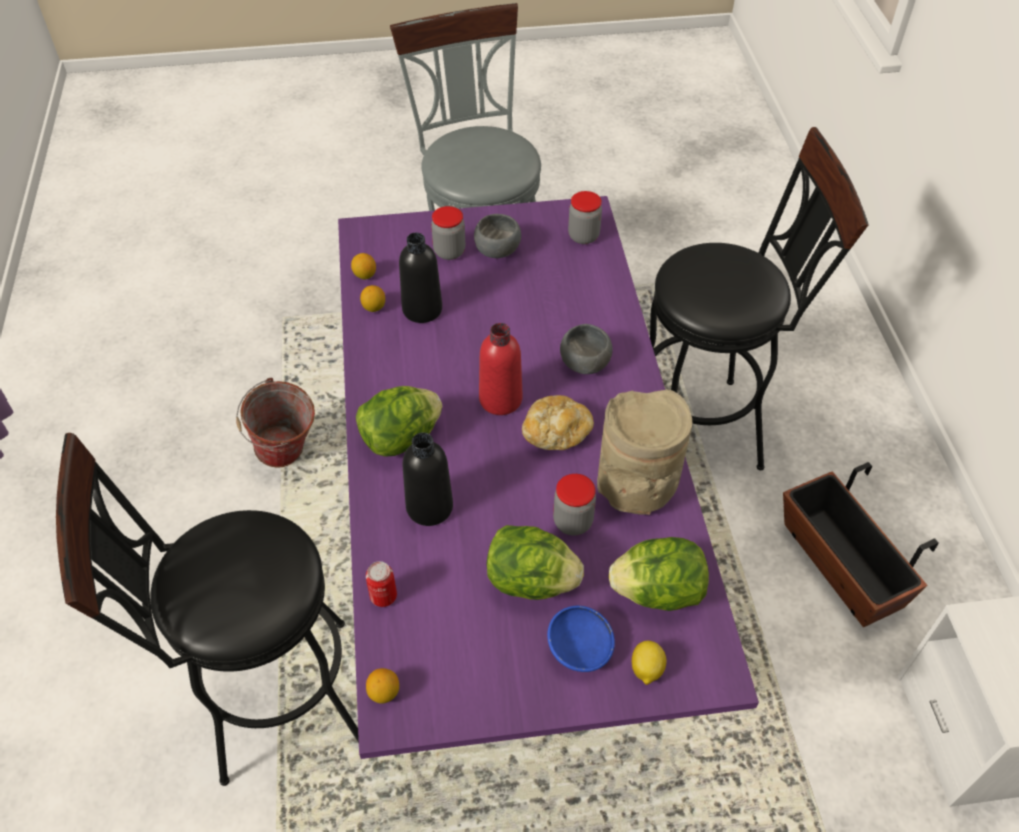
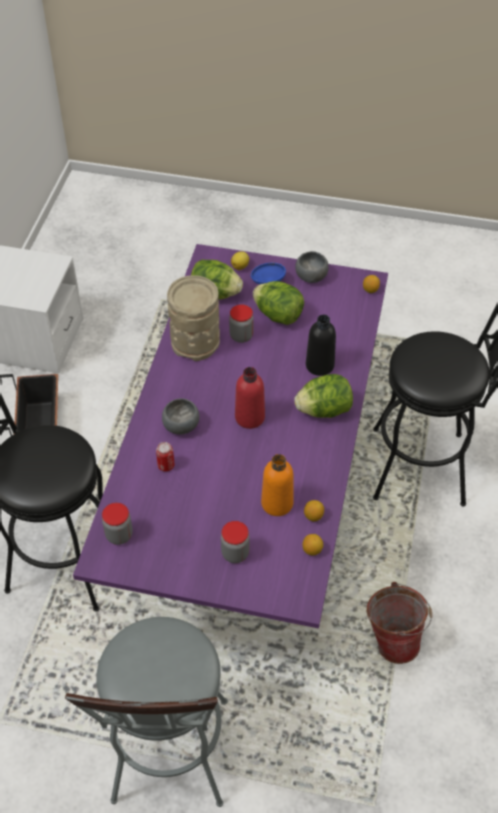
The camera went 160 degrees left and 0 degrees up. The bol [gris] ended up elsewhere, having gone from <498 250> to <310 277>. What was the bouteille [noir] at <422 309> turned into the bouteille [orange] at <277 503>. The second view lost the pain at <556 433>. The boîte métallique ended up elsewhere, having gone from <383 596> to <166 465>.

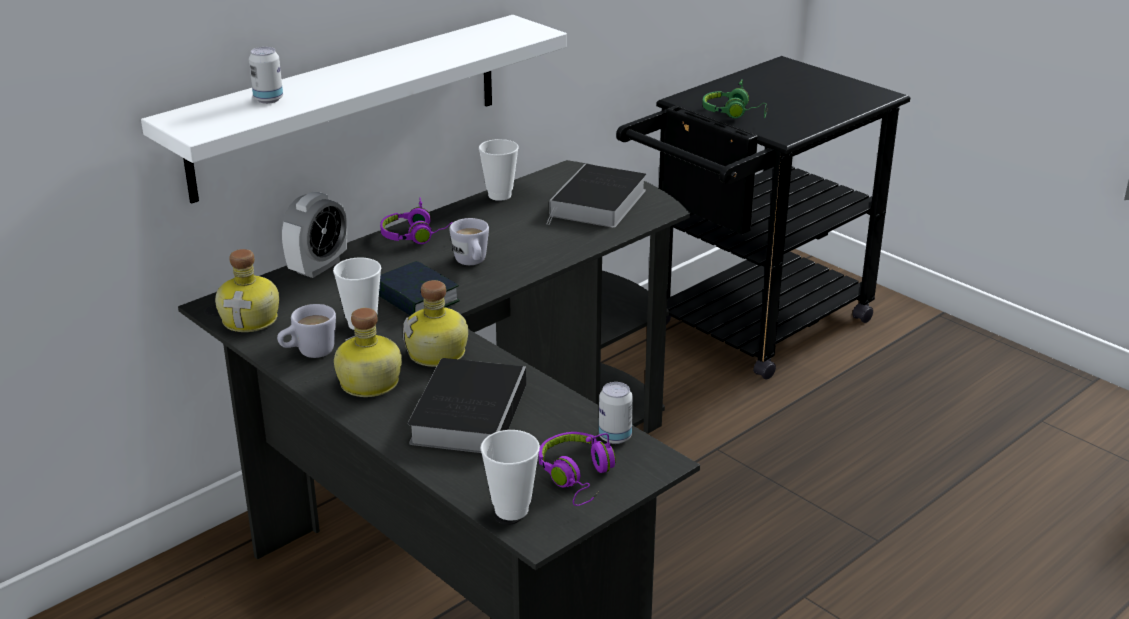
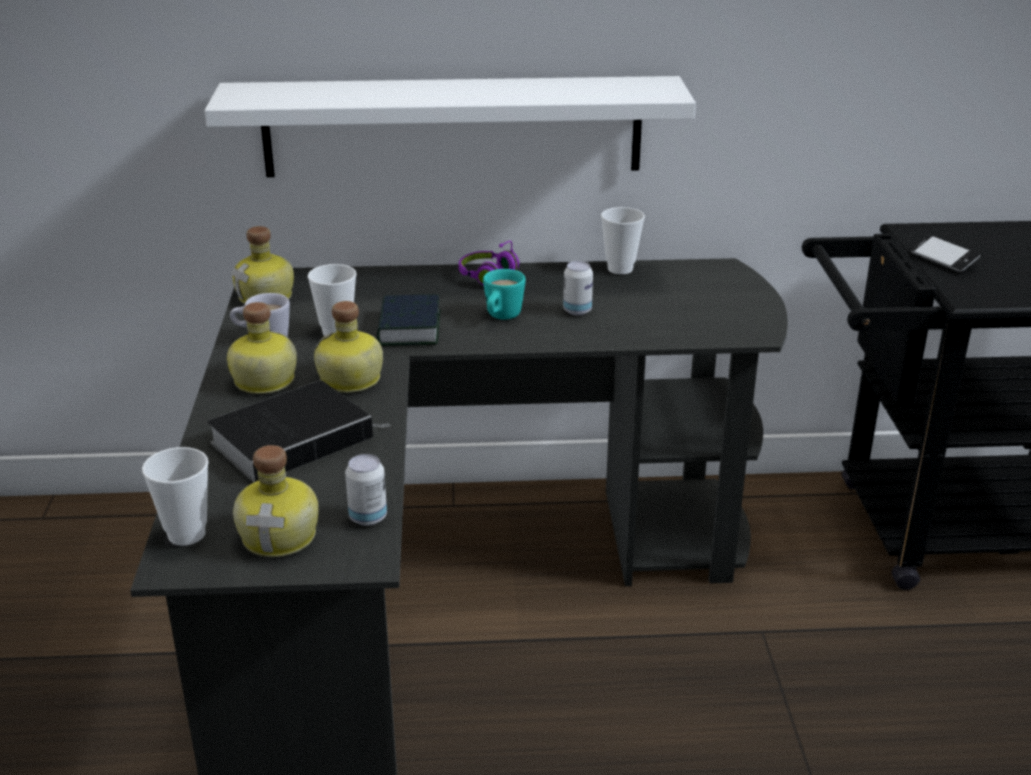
The camera went 40 degrees right and 0 degrees up. The boîte métallique ended up elsewhere, having gone from <268 99> to <577 311>. Where the casque audio [vert] stood at <734 113>, the téléphone came to stand at <944 259>. The second view lost the livre at <598 204>. The second view lost the réveil at <318 267>. What was the mug [blanc] at <472 263> turned into the mug [turquoise] at <501 317>. Where the casque audio [violet] stood at <578 477>, the bouteille came to stand at <281 536>.

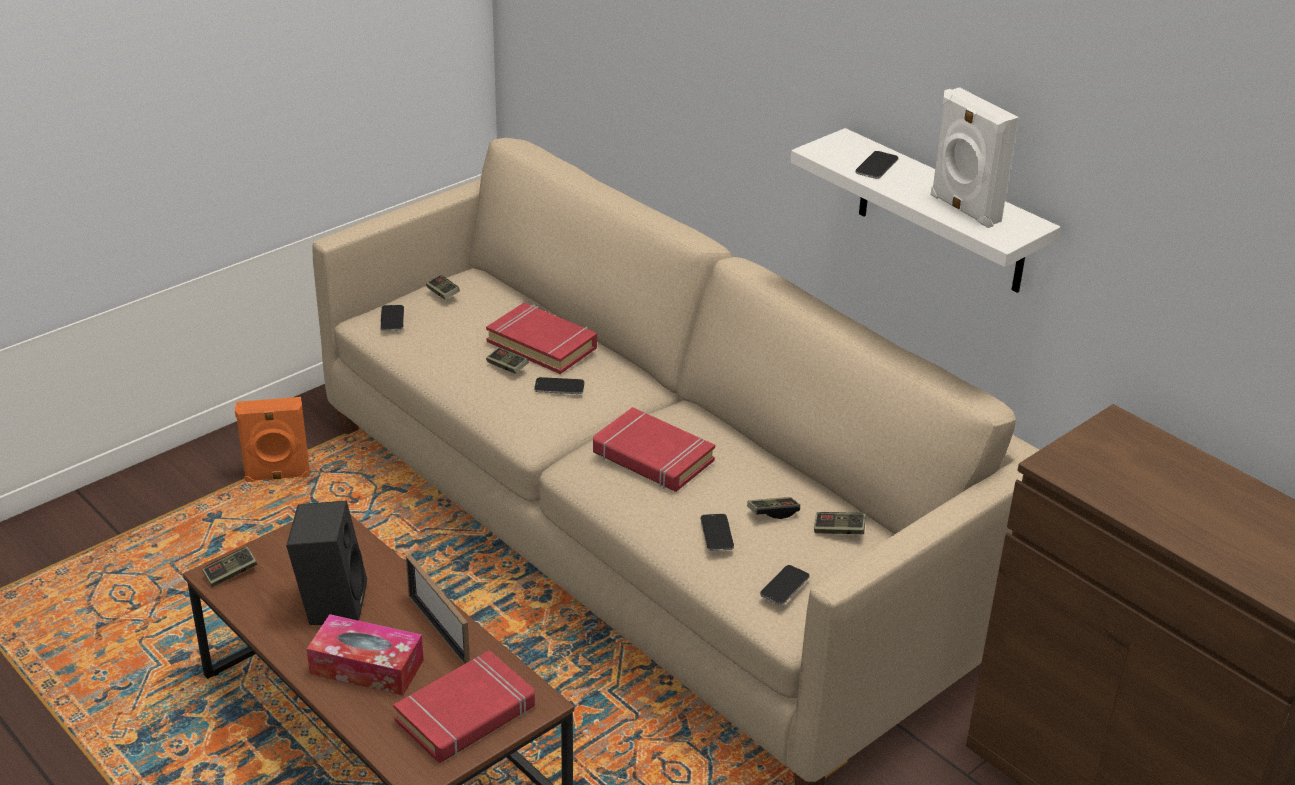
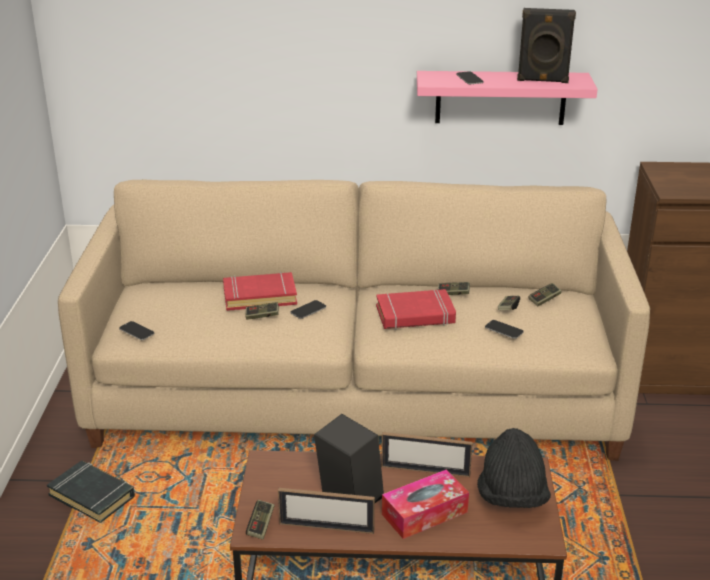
The camera went 45 degrees left and 5 degrees down. What was the enceinte [blanc] at <963 209> turned into the enceinte [noir] at <542 80>. What was the étagère [blanc] at <942 213> turned into the étagère [rose] at <500 97>. The manette ended up elsewhere, having gone from <443 294> to <453 293>. Where the enceinte [orange] stood at <277 476>, the livre [noir] came to stand at <92 496>. The second view lost the téléphone at <784 586>. Where the livre [rouge] stood at <466 714>, the chapeau [noir] came to stand at <511 497>. The second view gained the cadre photo at <326 527>.

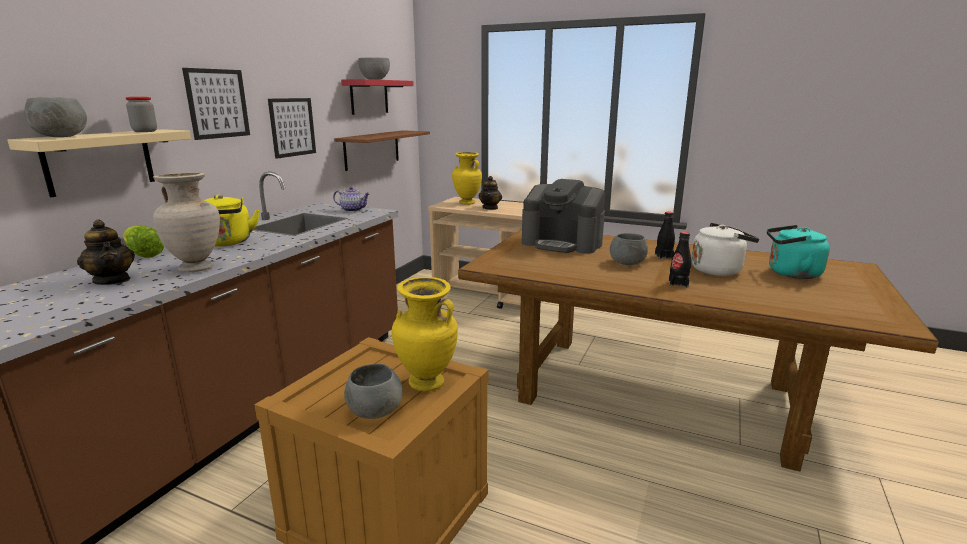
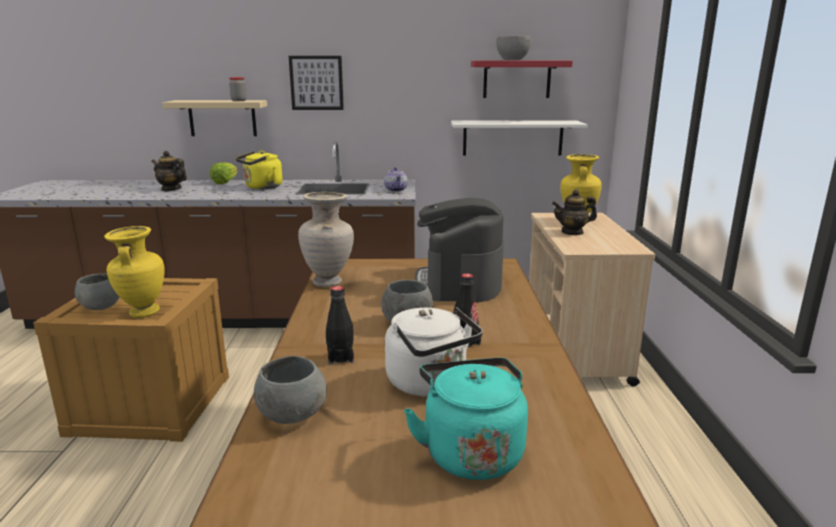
The camera went 65 degrees right and 0 degrees up. The bol [gris] ended up elsewhere, having gone from <61 137> to <291 415>. The second view lost the tableau at <292 127>. What was the étagère [marron] at <372 149> turned into the étagère [blanc] at <512 138>. The vase [beige] ended up elsewhere, having gone from <197 268> to <328 283>. The théière at <112 280> ended up facing another way, 90 degrees clockwise from before.

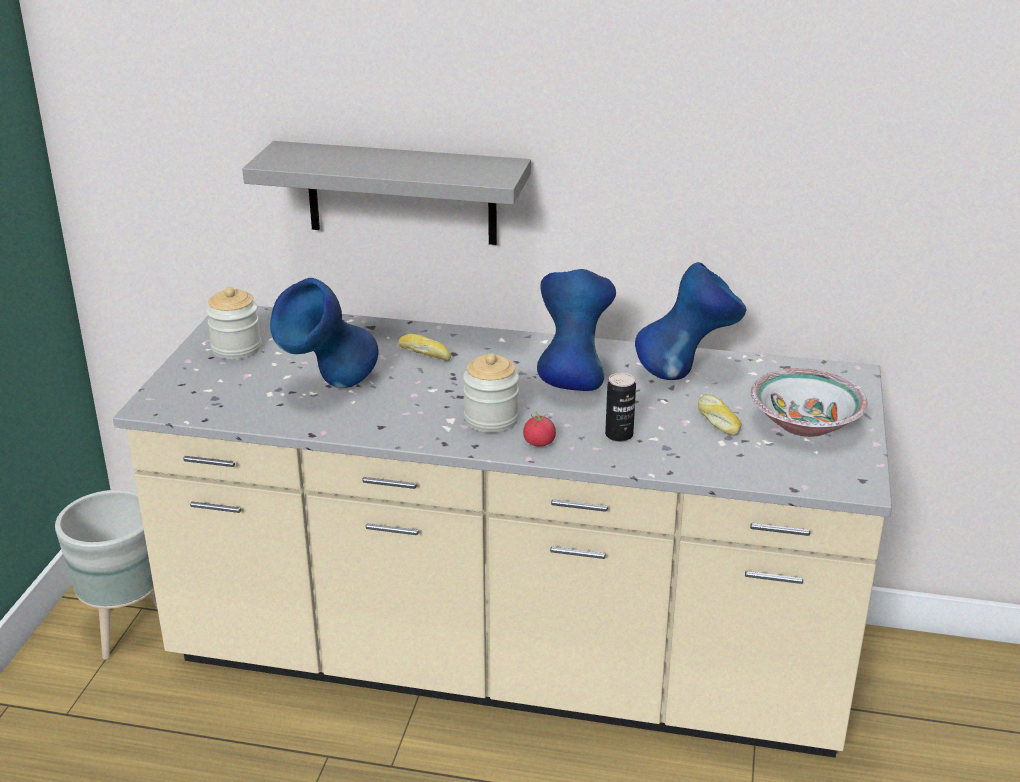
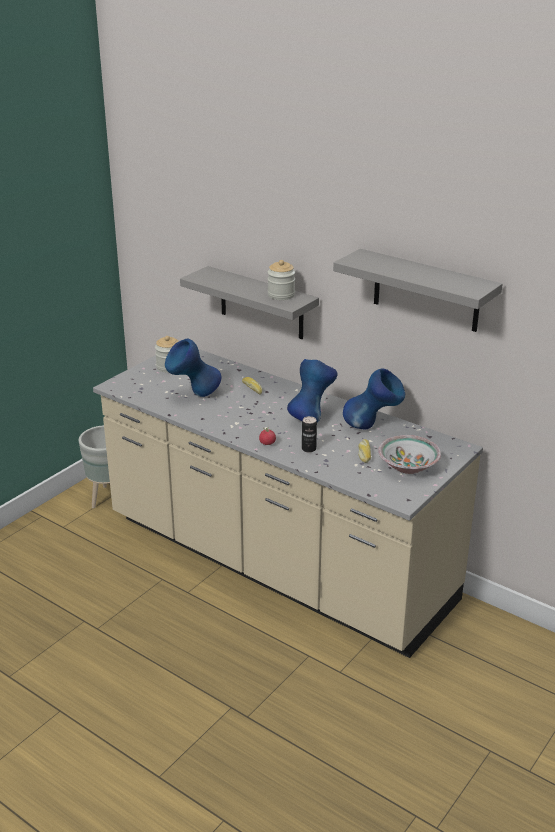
The camera went 25 degrees right and 0 degrees up. The bocal ended up elsewhere, having gone from <491 419> to <281 295>. The second view gained the étagère [gris] at <426 291>.

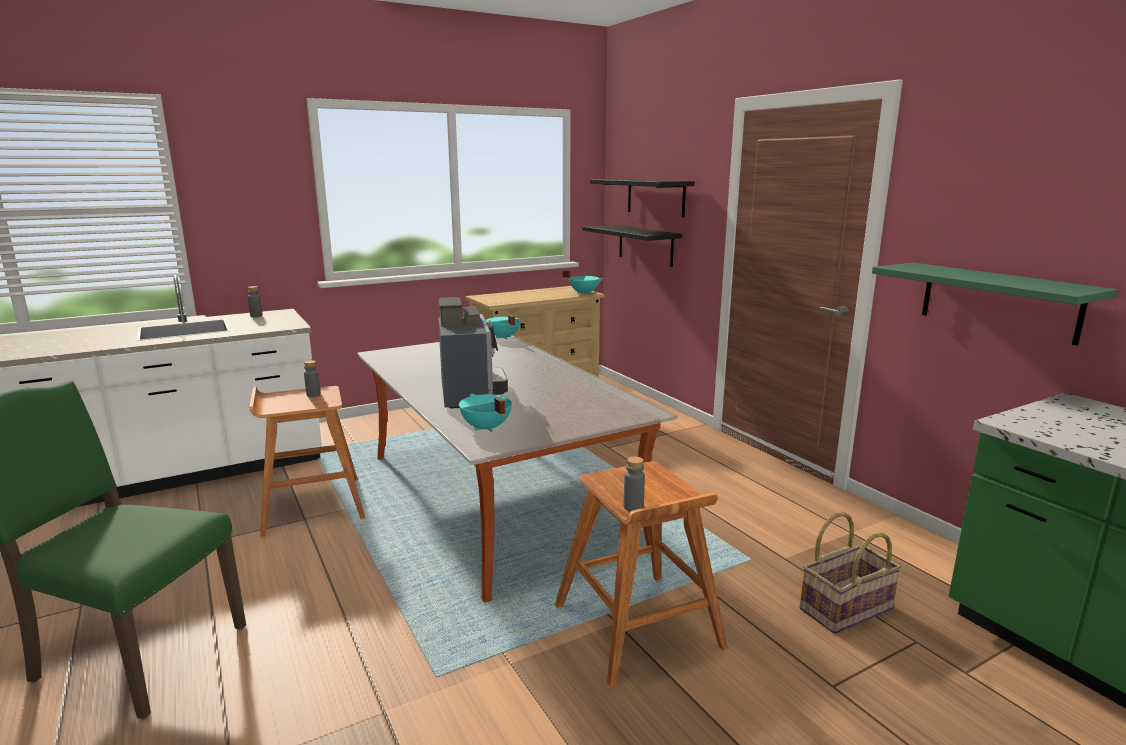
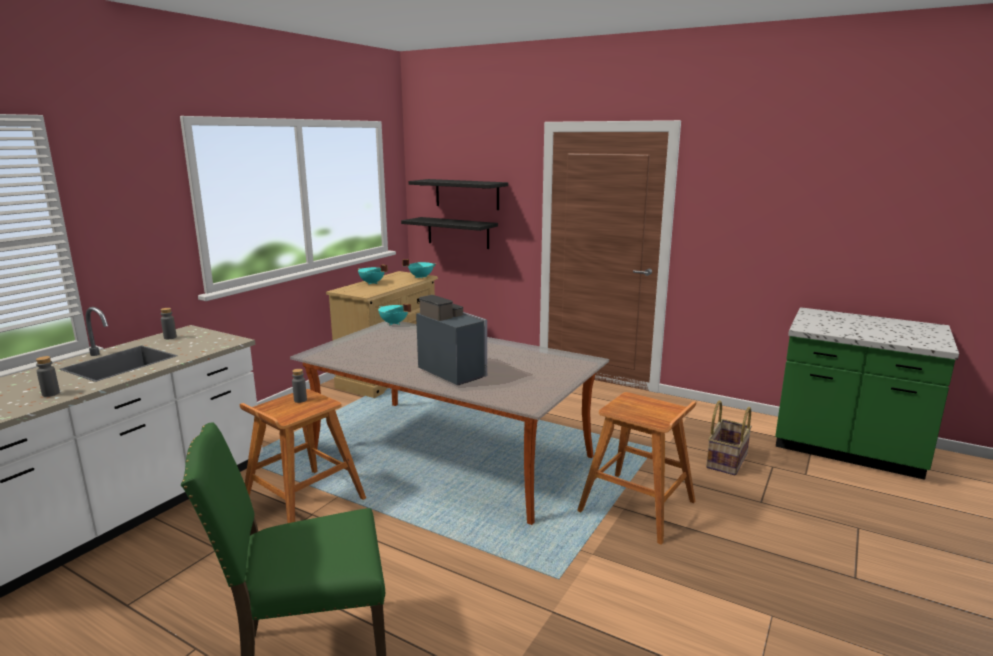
The camera went 30 degrees left and 0 degrees up. The second view lost the étagère [vert] at <998 301>. The marmite [turquoise] ended up elsewhere, having gone from <485 428> to <372 283>. The bouteille [gris] ended up elsewhere, having gone from <633 507> to <51 394>.

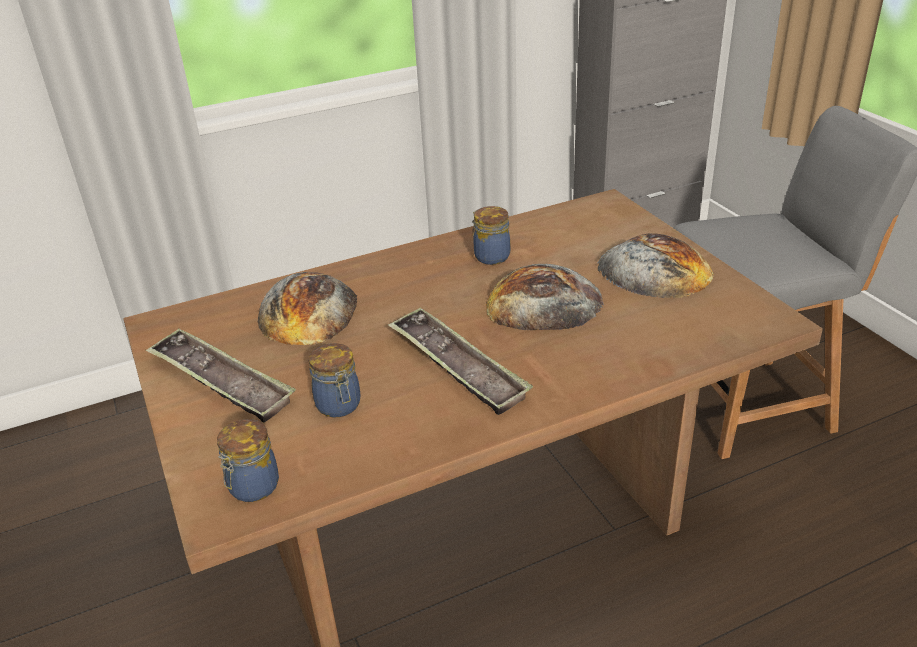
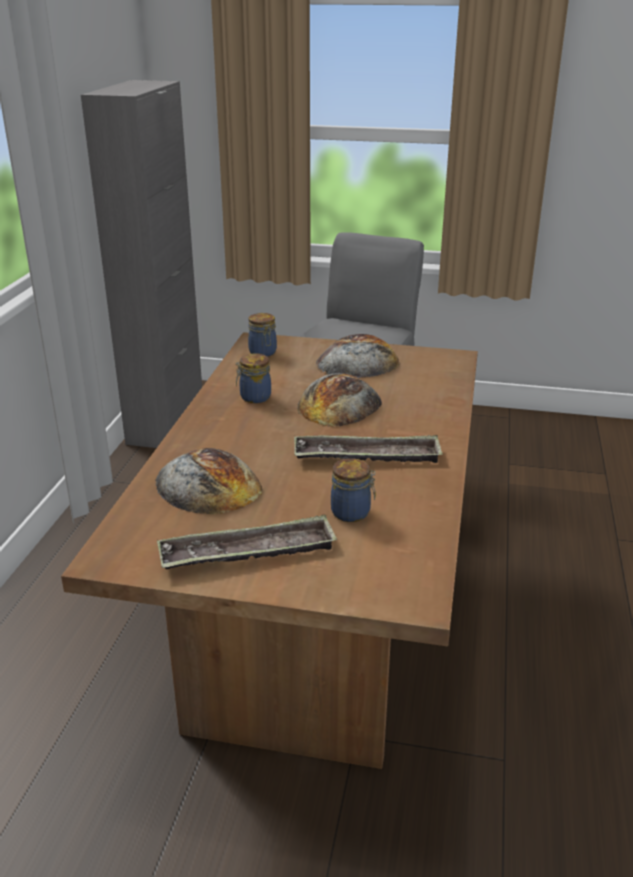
The camera went 55 degrees left and 5 degrees down. The bocal ended up elsewhere, having gone from <252 488> to <263 353>.

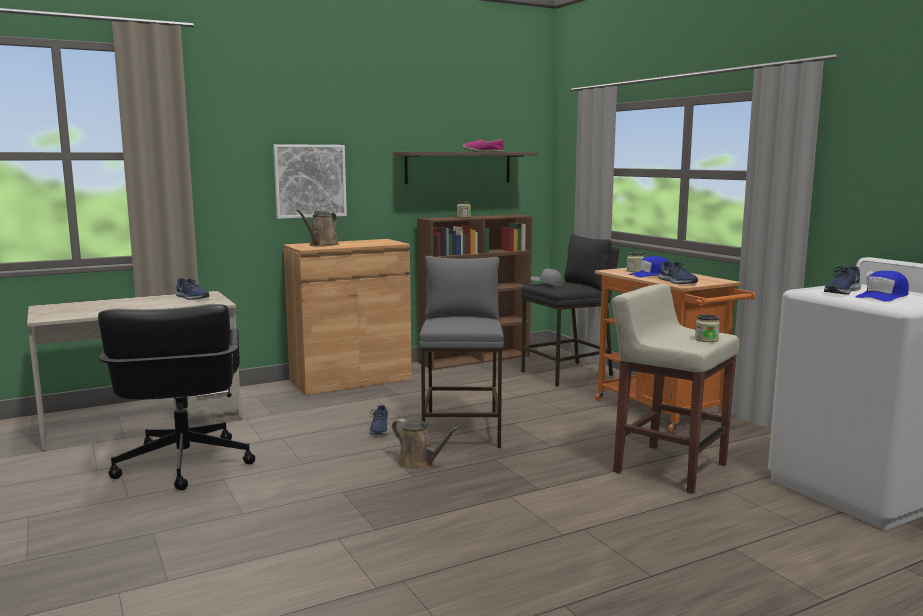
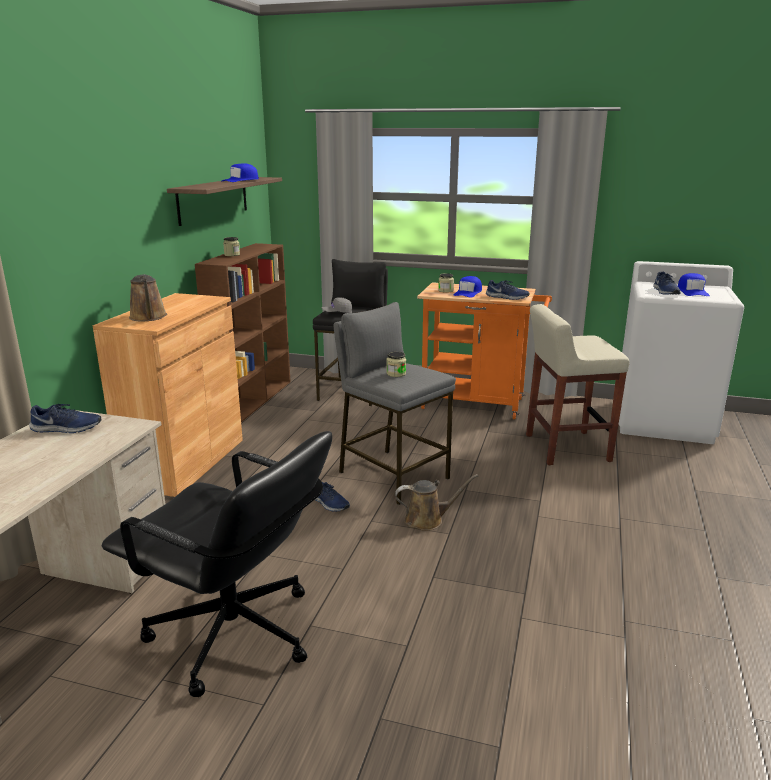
The camera went 45 degrees left and 10 degrees up. Where the chaussure stood at <483 151>, the casquette [bleu] came to stand at <240 180>. The second view lost the tableau at <310 181>. The bocal ended up elsewhere, having gone from <706 339> to <396 374>.

